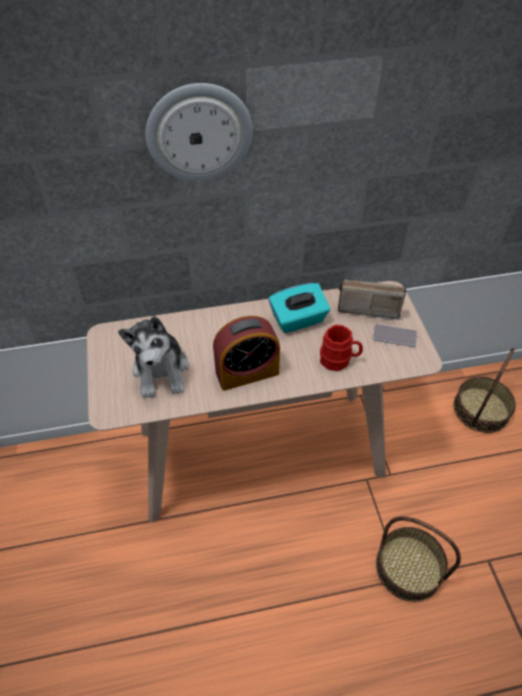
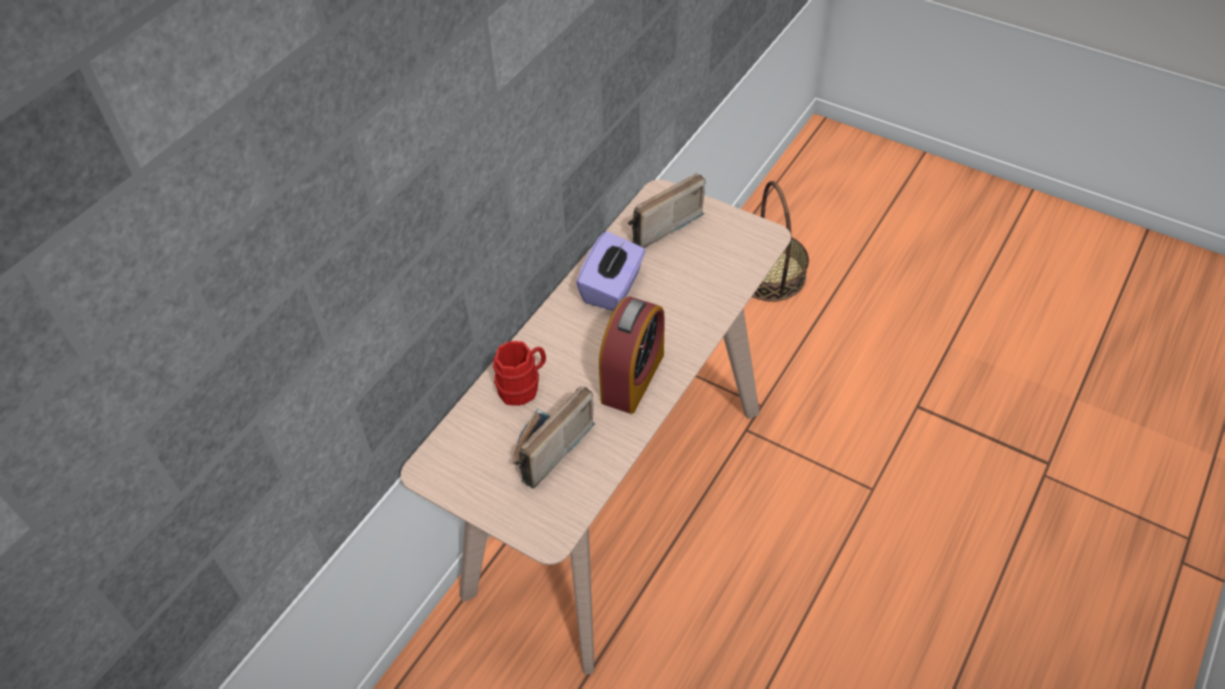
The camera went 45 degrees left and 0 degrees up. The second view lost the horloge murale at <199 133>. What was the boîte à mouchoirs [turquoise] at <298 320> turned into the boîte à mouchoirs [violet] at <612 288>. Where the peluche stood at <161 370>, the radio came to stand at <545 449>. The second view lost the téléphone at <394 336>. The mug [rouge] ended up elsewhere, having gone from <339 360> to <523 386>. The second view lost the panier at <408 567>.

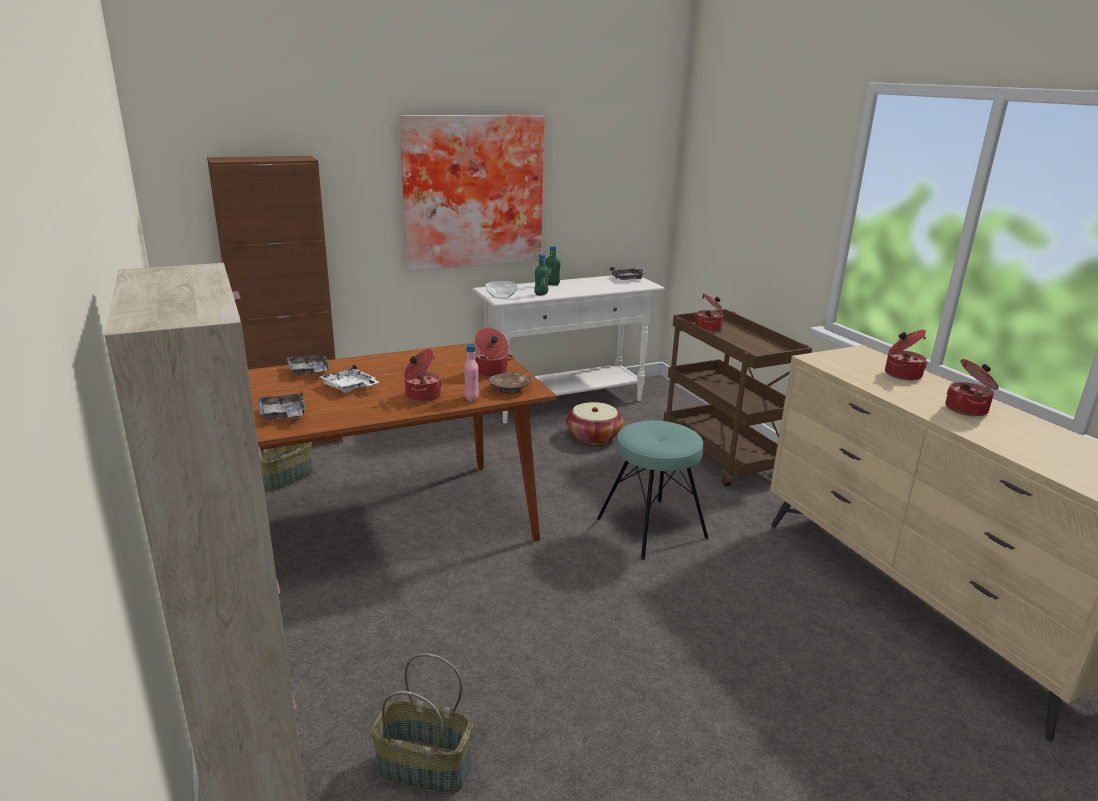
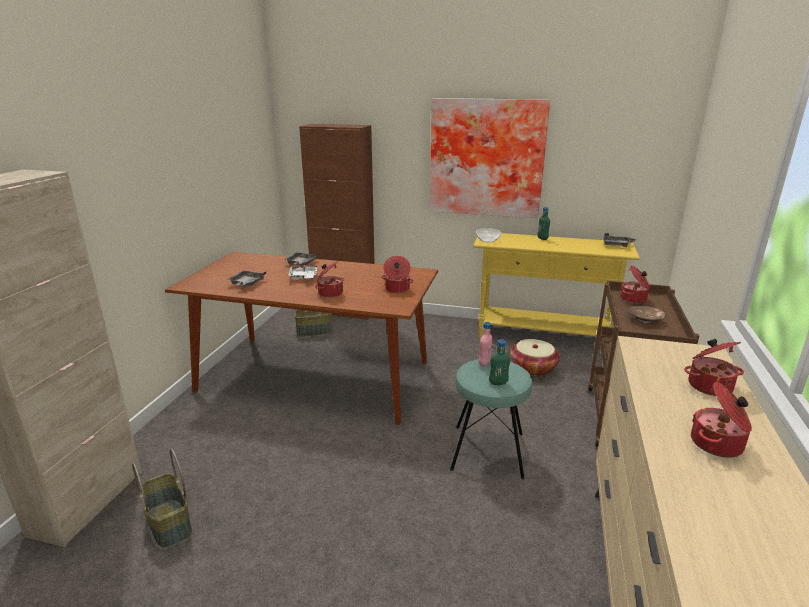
The camera went 40 degrees right and 0 degrees up. The bouteille [vert] ended up elsewhere, having gone from <541 294> to <498 383>. What was the table console [blanc] at <565 402> turned into the table console [jaune] at <543 337>. The bouteille [rose] ended up elsewhere, having gone from <471 398> to <484 363>. The bol [marron] ended up elsewhere, having gone from <510 389> to <645 320>.

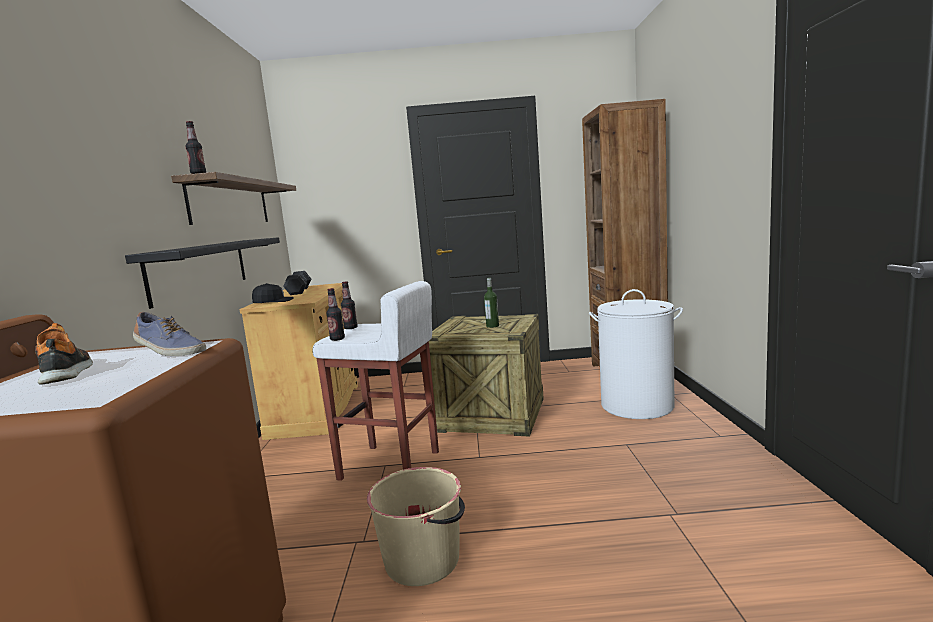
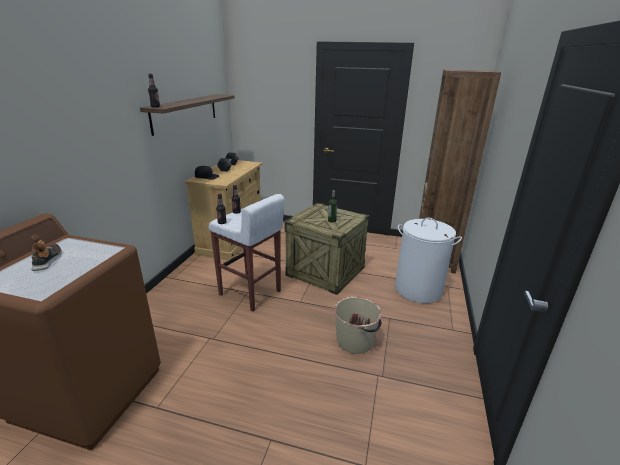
The camera went 15 degrees right and 15 degrees up. The second view lost the étagère [noir] at <201 268>. The second view lost the chaussure at <169 352>. The seau [beige] ended up elsewhere, having gone from <423 560> to <355 341>.

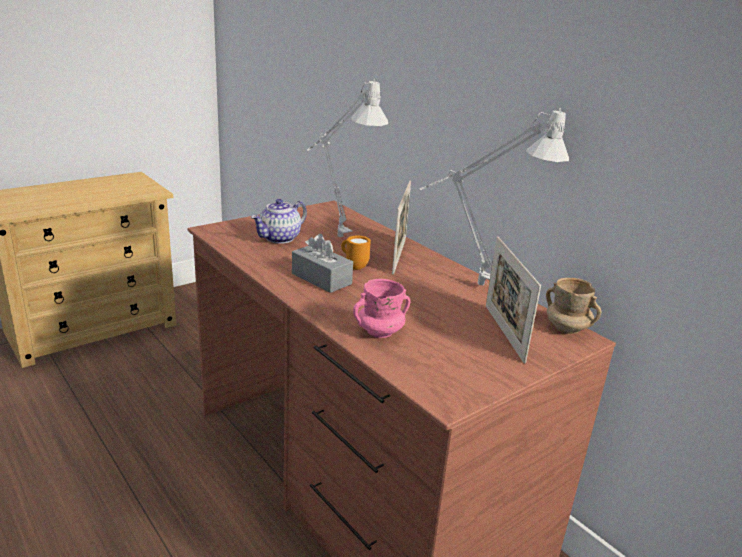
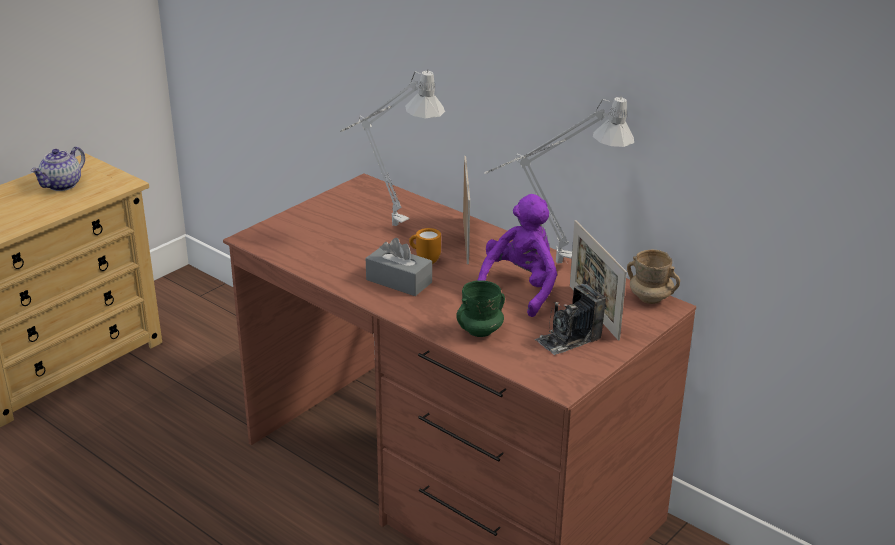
The camera went 10 degrees left and 5 degrees up. The théière ended up elsewhere, having gone from <279 238> to <62 185>. What was the mug [rose] at <380 332> turned into the mug [vert] at <480 331>. The second view gained the peluche [violet] at <519 289>. The second view gained the appareil photo at <569 339>.

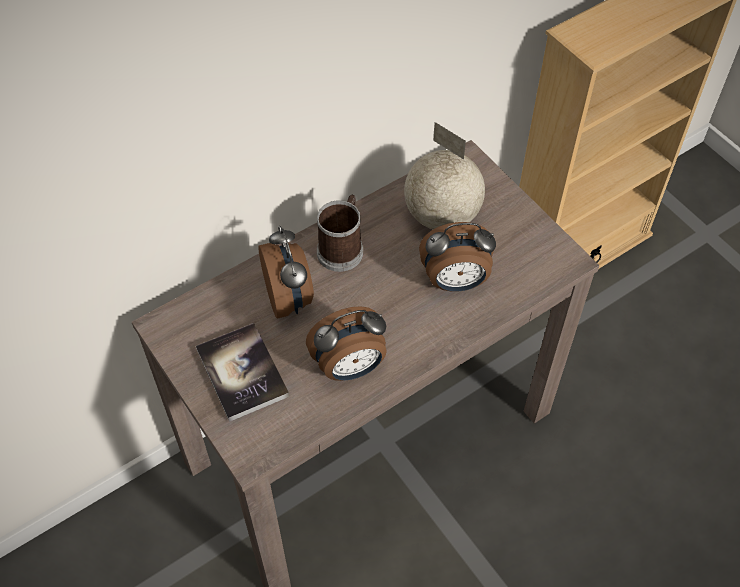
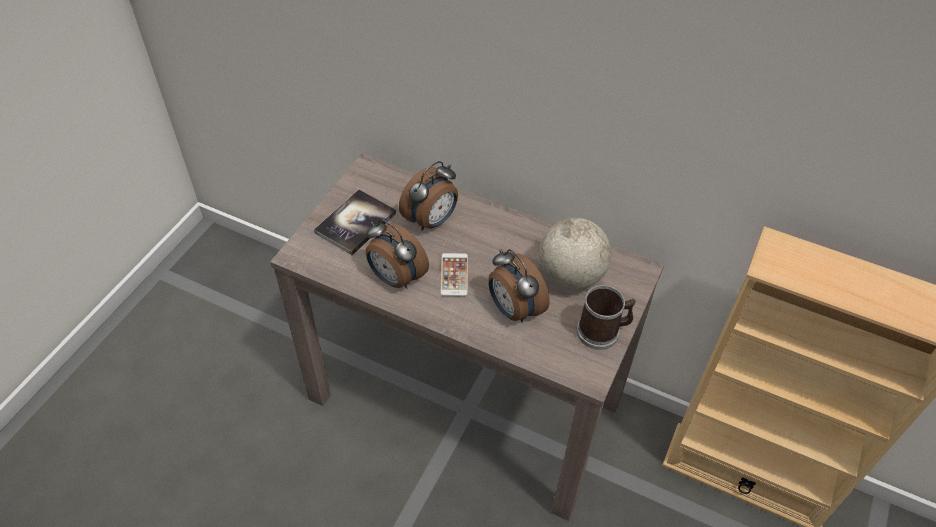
The camera went 60 degrees right and 5 degrees down. The mug ended up elsewhere, having gone from <342 248> to <602 331>. The second view gained the téléphone at <454 275>.

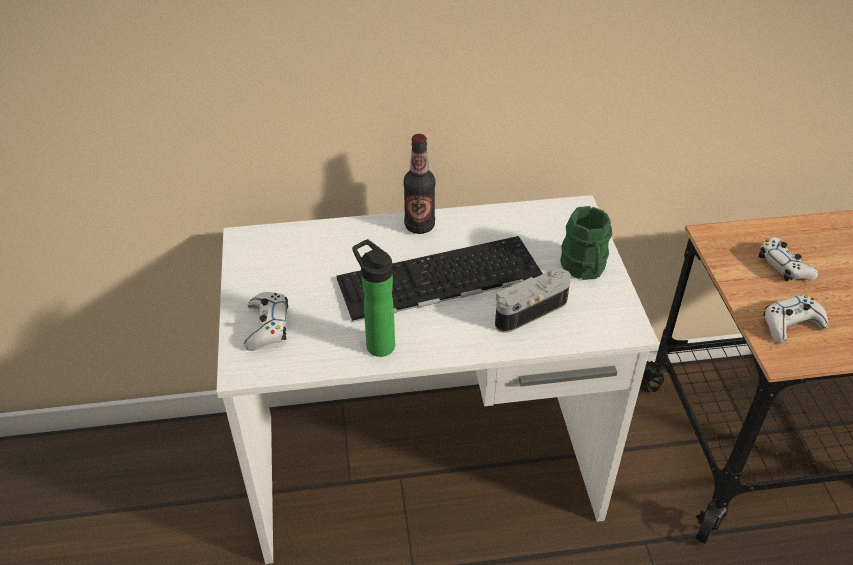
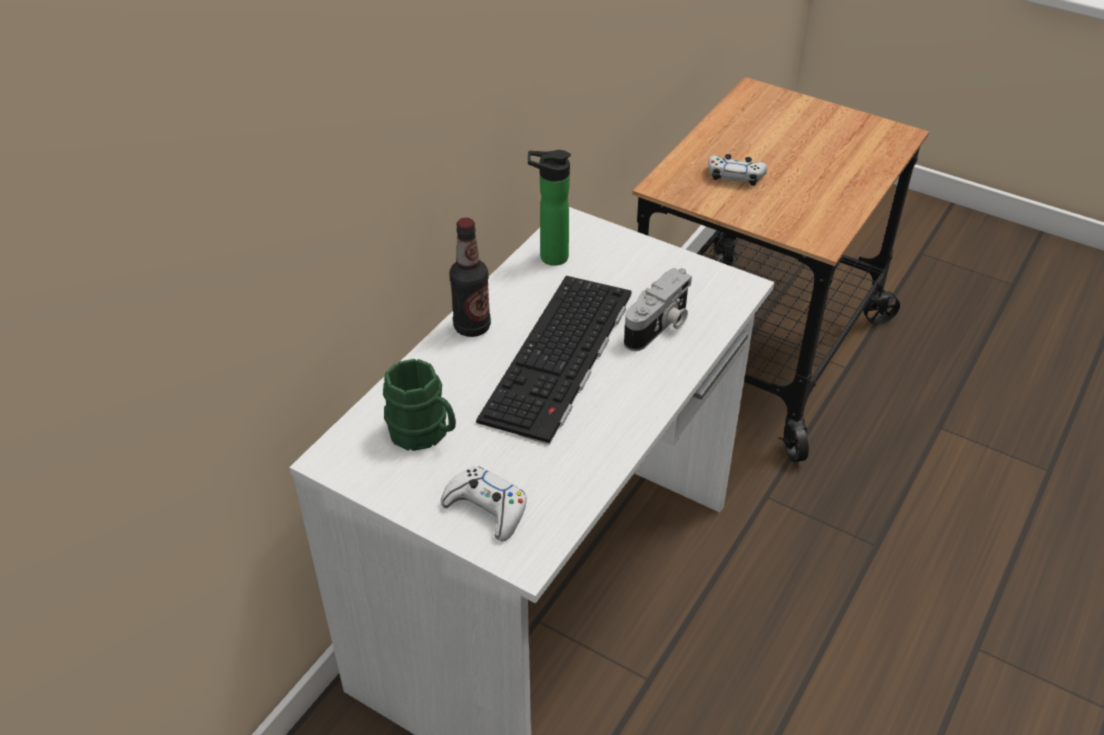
The camera went 50 degrees left and 0 degrees up. The mug [vert] ended up elsewhere, having gone from <584 269> to <424 434>. The bouteille ended up elsewhere, having gone from <377 343> to <549 257>. The appareil photo at <528 310> ended up facing another way, 150 degrees counterclockwise from before. The second view lost the manette [blanc] at <791 324>.

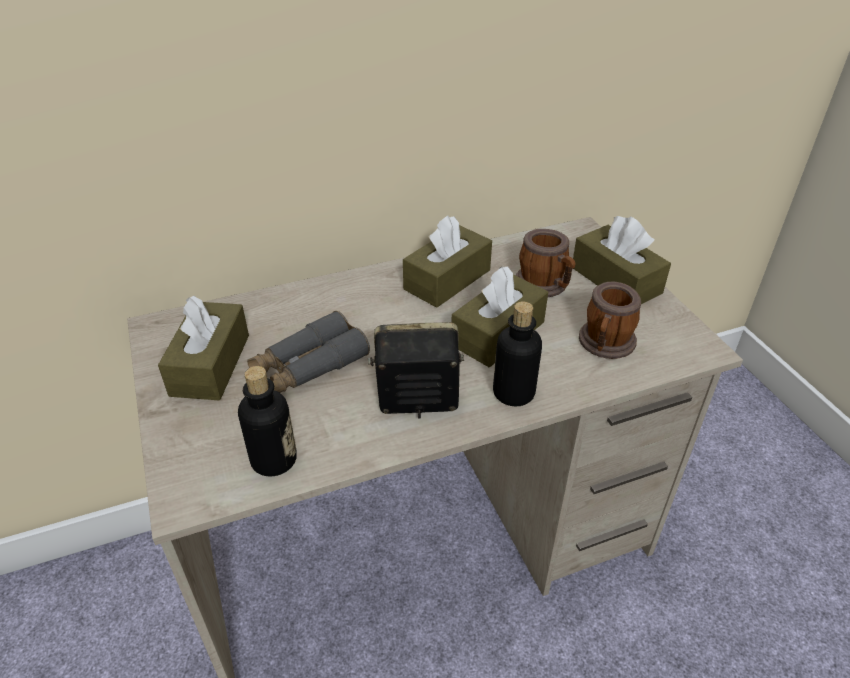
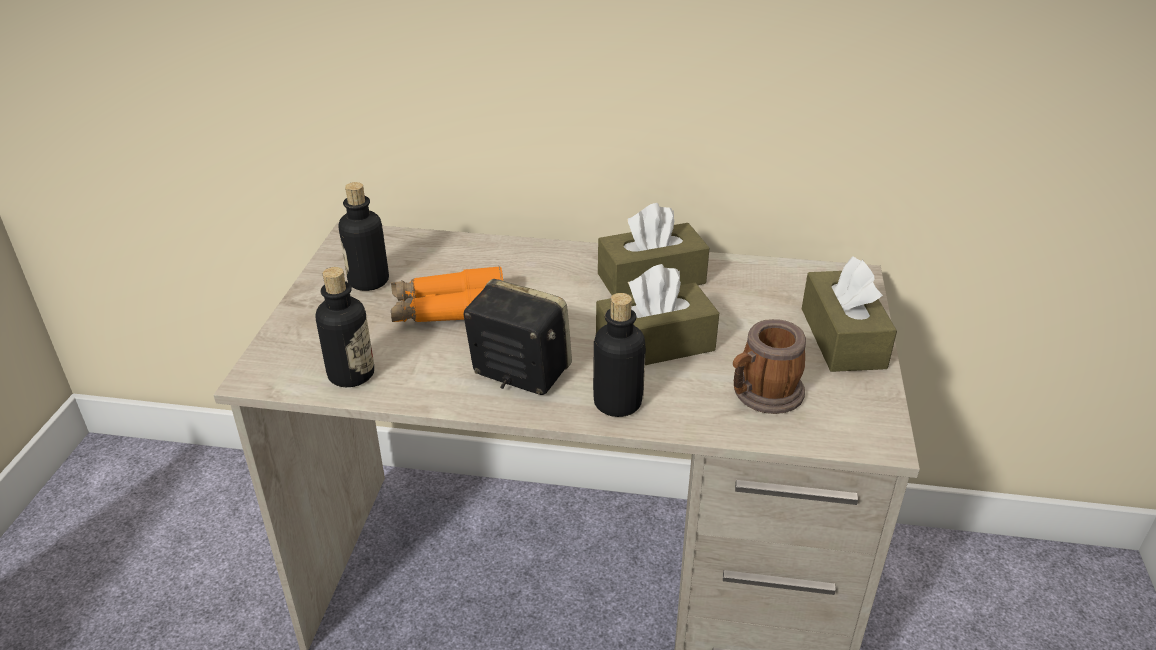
The camera went 30 degrees right and 5 degrees down. The second view lost the mug at <545 286>. Where the boîte à mouchoirs [marron] stood at <210 365>, the bouteille came to stand at <368 281>. What was the jumelles [gris] at <309 365> turned into the jumelles [orange] at <449 310>.

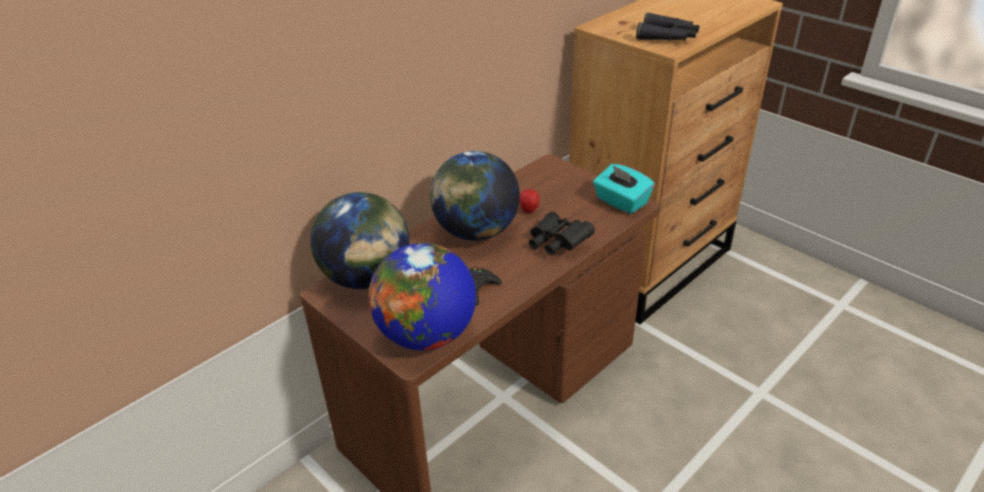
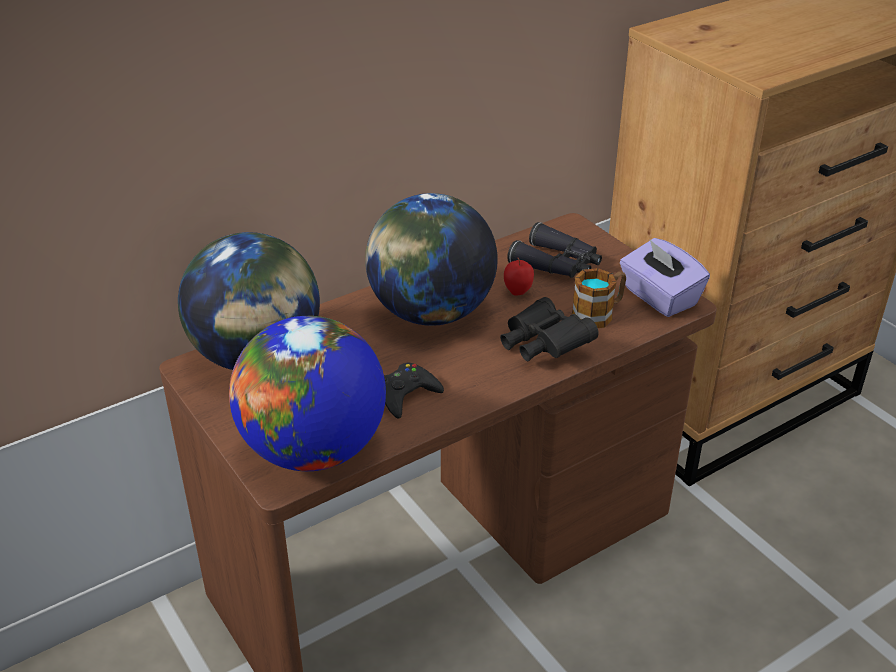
The camera went 10 degrees right and 0 degrees up. The jumelles [noir] ended up elsewhere, having gone from <668 37> to <557 264>. What was the boîte à mouchoirs [turquoise] at <621 202> turned into the boîte à mouchoirs [violet] at <659 297>. The second view gained the mug at <599 314>.

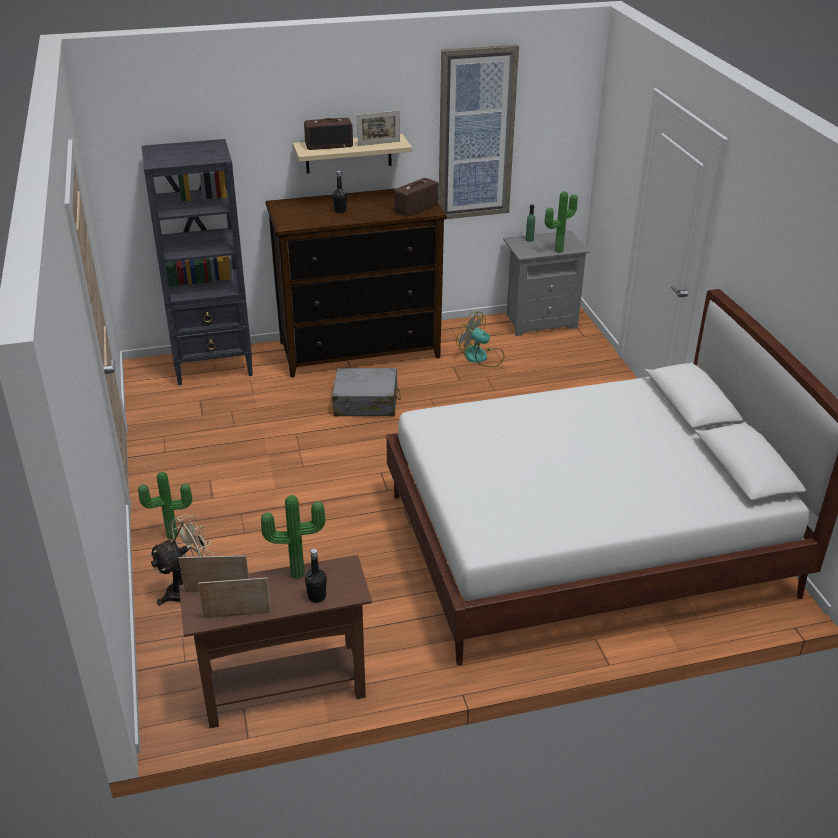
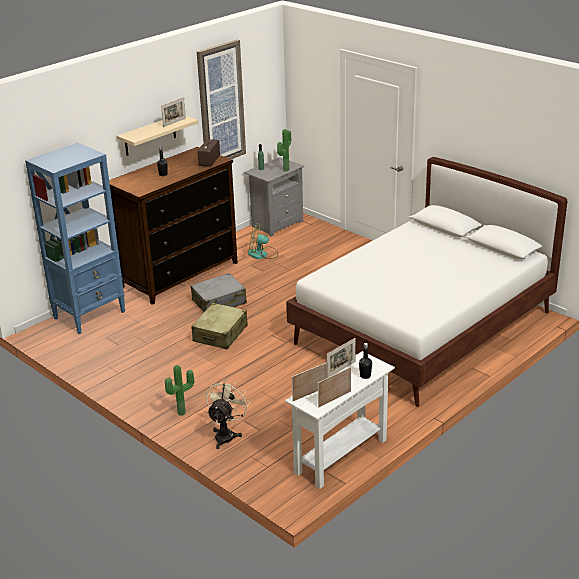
The camera went 30 degrees left and 5 degrees down. The second view lost the radio at <329 145>. What was the bibliothèque [noir] at <214 366> turned into the bibliothèque [bleu] at <90 315>. Where the plante en pot stood at <297 572>, the cadre photo came to stand at <341 370>. What was the table console [marron] at <284 692> turned into the table console [blanc] at <341 456>. The second view gained the valise [beige] at <220 334>.

